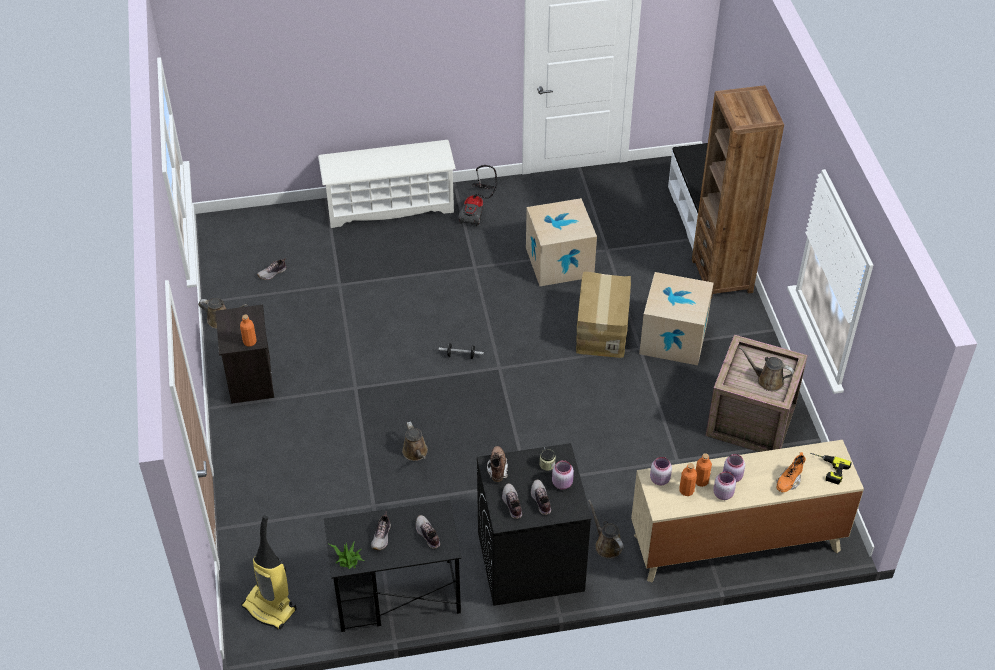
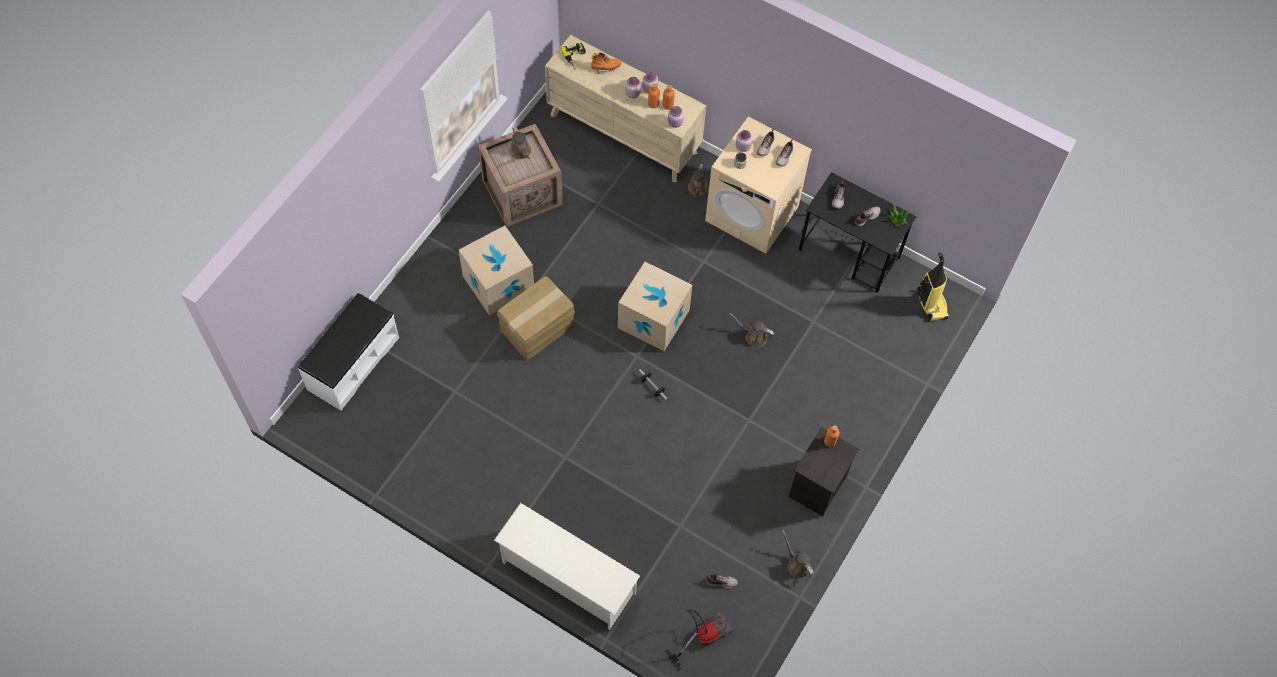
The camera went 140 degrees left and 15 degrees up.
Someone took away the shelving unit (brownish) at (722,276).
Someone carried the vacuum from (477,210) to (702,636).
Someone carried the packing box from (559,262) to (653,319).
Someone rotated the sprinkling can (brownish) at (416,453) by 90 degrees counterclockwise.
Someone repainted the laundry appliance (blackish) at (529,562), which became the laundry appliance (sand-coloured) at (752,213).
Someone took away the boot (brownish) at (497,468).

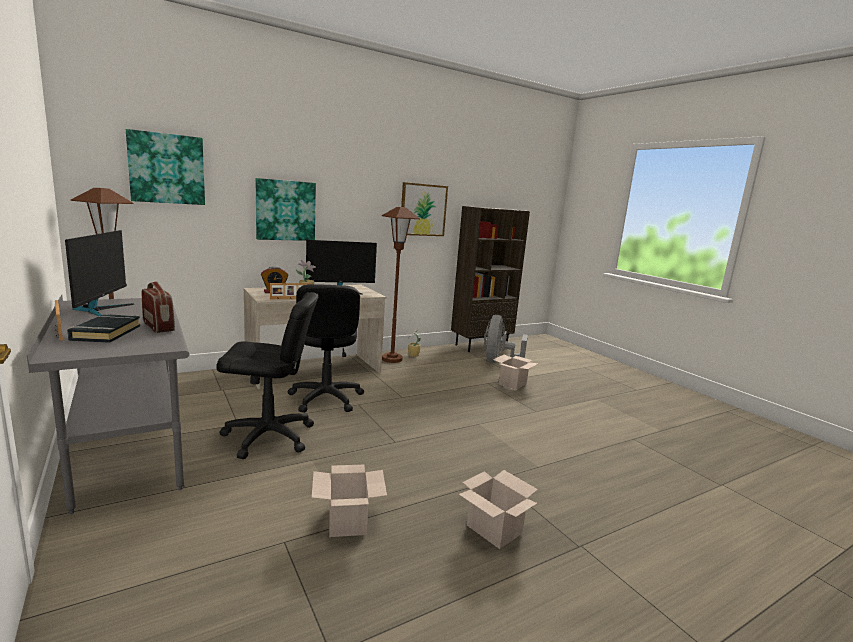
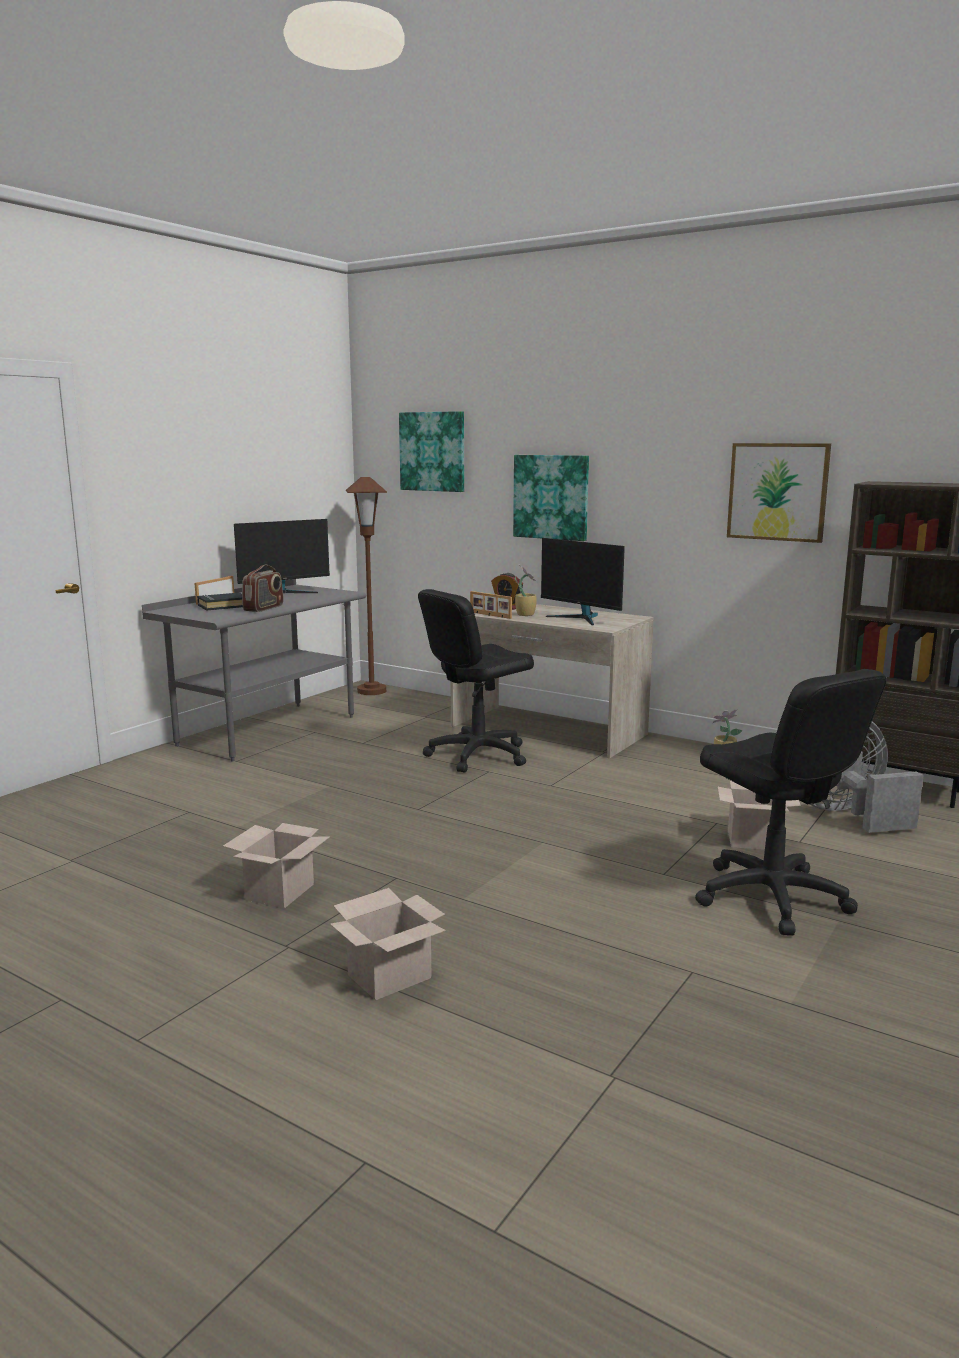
The camera went 65 degrees right and 0 degrees up.
Someone took away the standard lamp (brownish) at (392,359).
Someone carried the office chair (blackish) from (269,437) to (771,897).
Someone carried the packing box from (348,522) to (388,978).

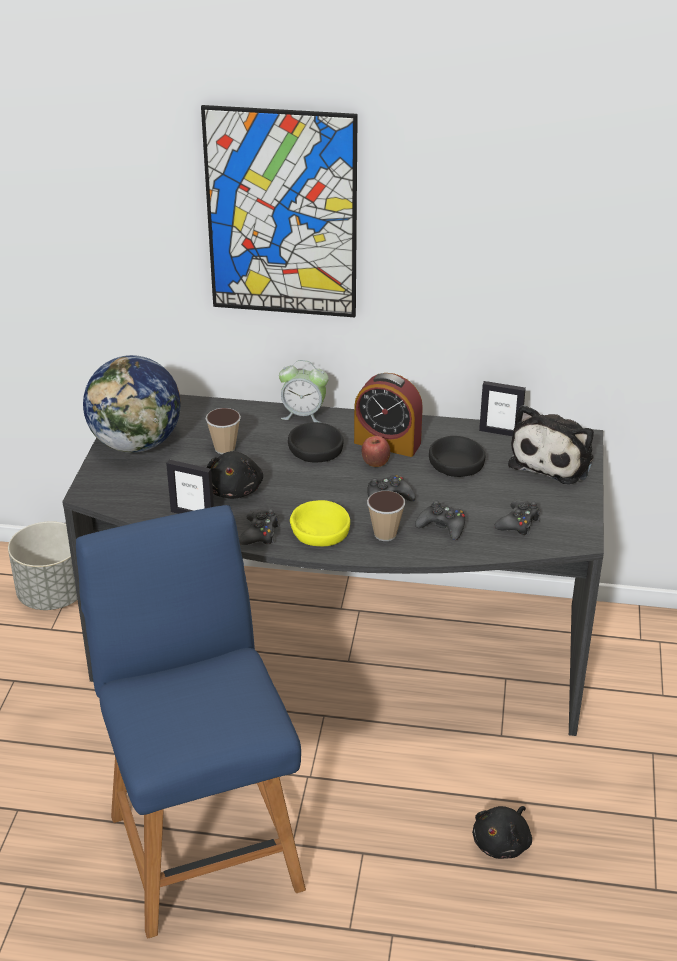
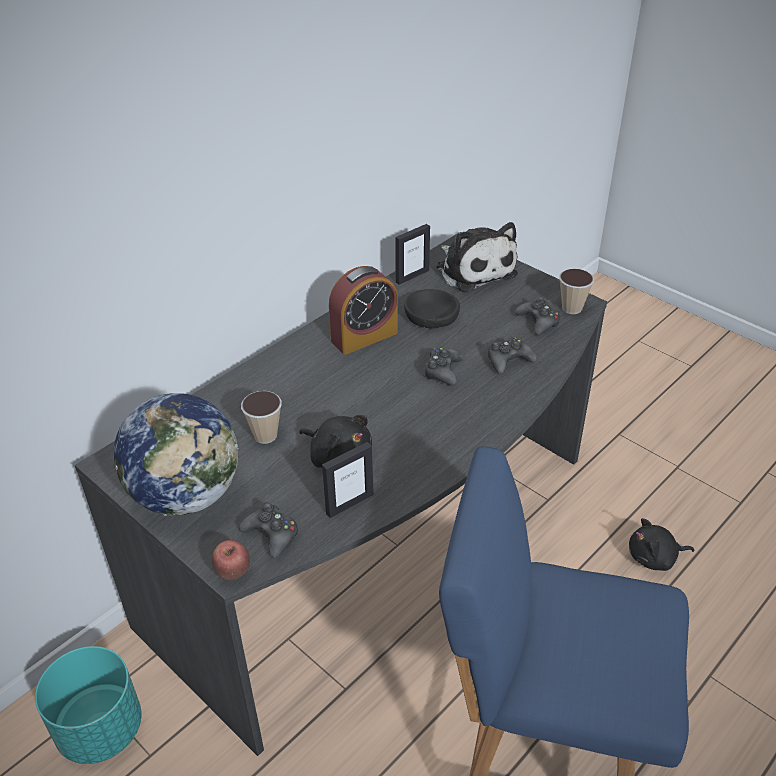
The camera went 55 degrees left and 5 degrees up.
Someone took away the wall art at (281,214).
Someone took away the table clock at (303,415).
Someone took away the deep dish (blackish) at (315,450).
Someone carried the apple from (375,464) to (233,573).
Someone carried the drinking cup from (385,534) to (572,308).
Someone took away the deep dish (yellow) at (320,531).
Someone carried the gamepad (blackish) from (260,533) to (272,534).
Someone repainted the flower pot (grey) at (53,594), which became the flower pot (blue-green) at (100,728).
Someone rotated the plush toy (blackish) at (503,843) by 105 degrees clockwise.

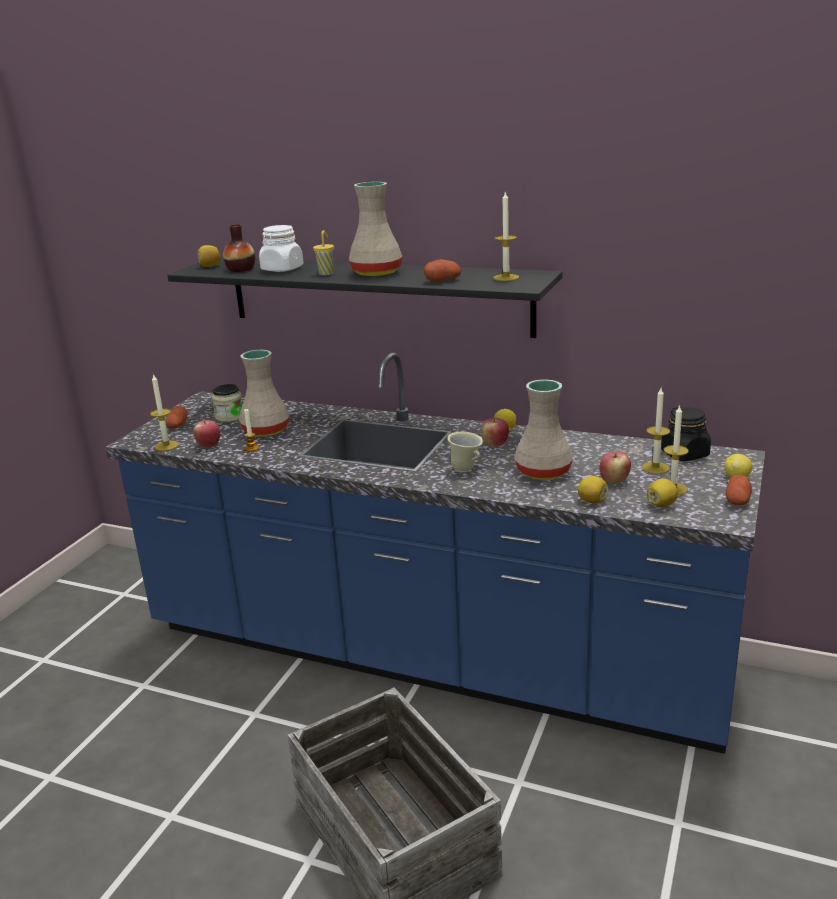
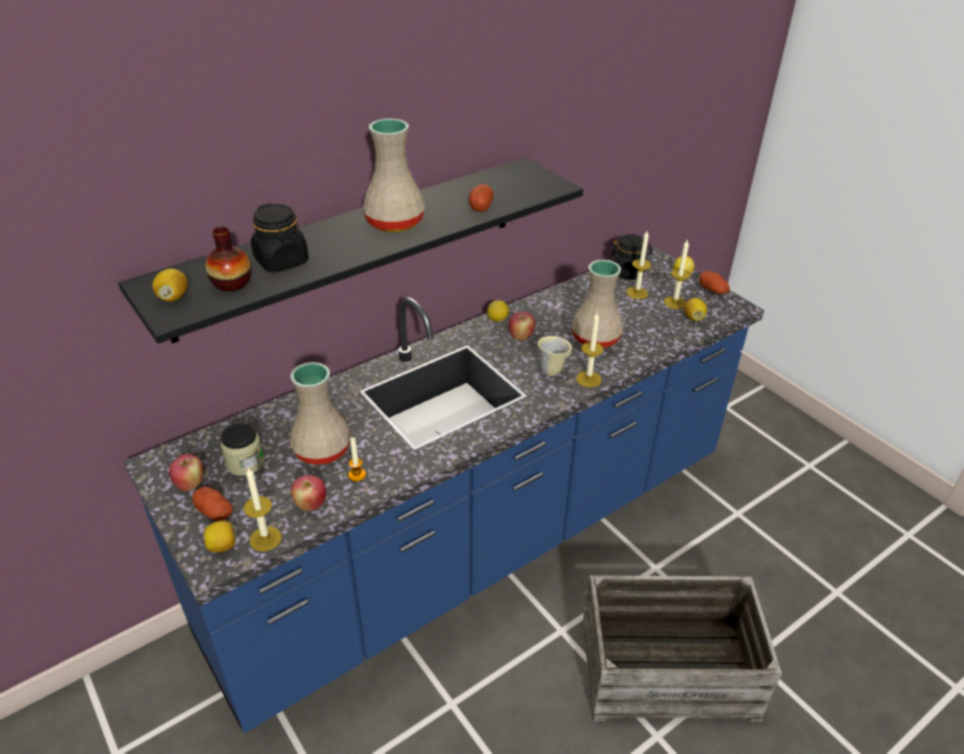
The camera went 60 degrees left and 15 degrees up.
Someone carried the candle from (506,277) to (588,379).
Someone repainted the storage jar (whitish) at (282,269), which became the storage jar (blackish) at (282,261).
Someone took away the drinking cup (yellow) at (326,273).
Someone carried the apple from (614,481) to (190,484).
Someone carried the citrus fruit from (592,501) to (222,546).

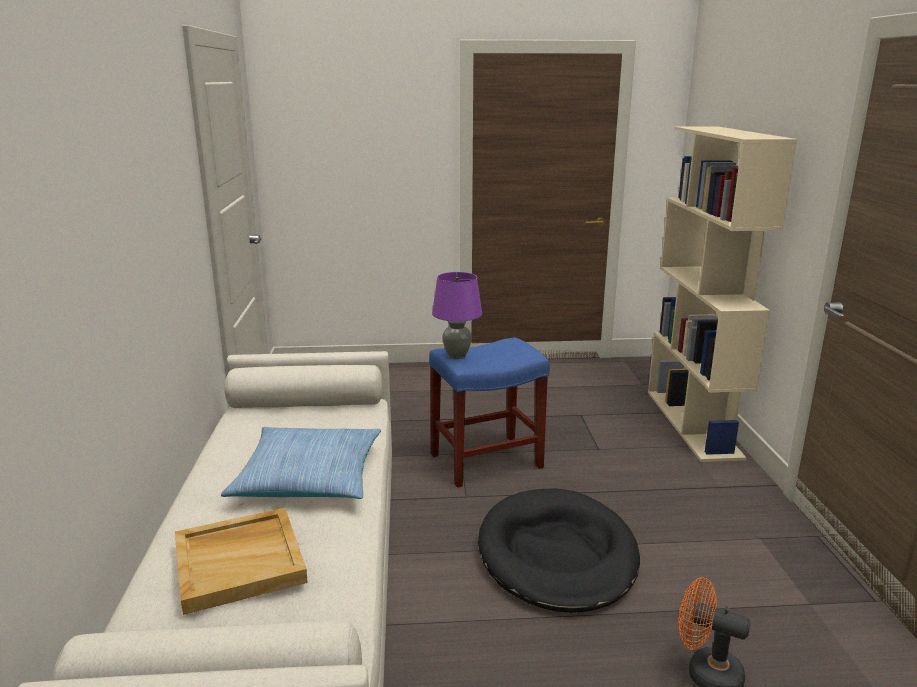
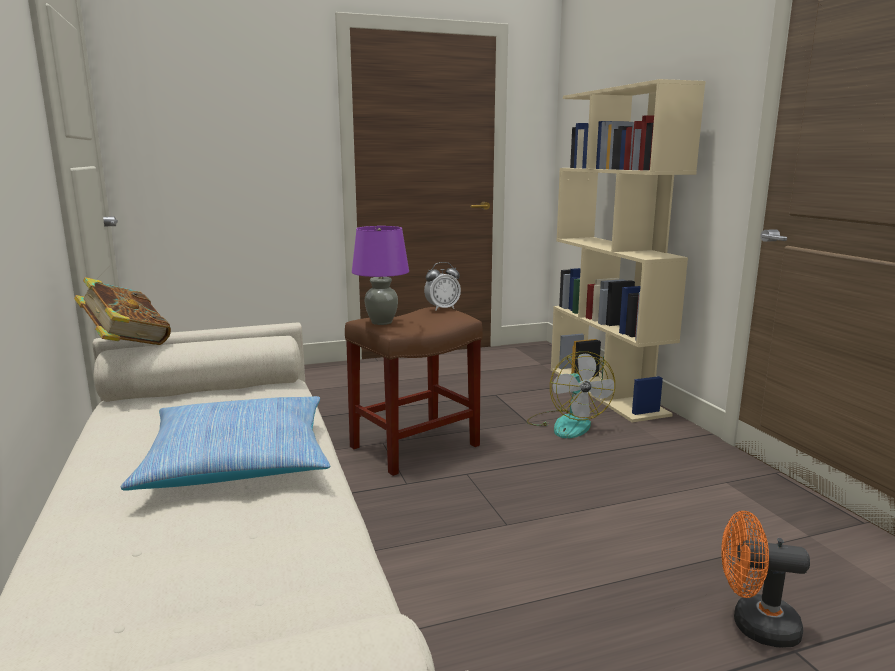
The camera went 15 degrees left and 5 degrees down.
Someone repainted the stool seat (blue) at (487,460), which became the stool seat (brownish) at (416,445).
Someone took away the pet bed (blackish) at (557,555).
Someone took away the carrying tray (sand-coloured) at (240,561).
Someone put down the table clock at (442,308).
Someone put down the book at (127,344).
Someone put down the electric fan at (567,424).

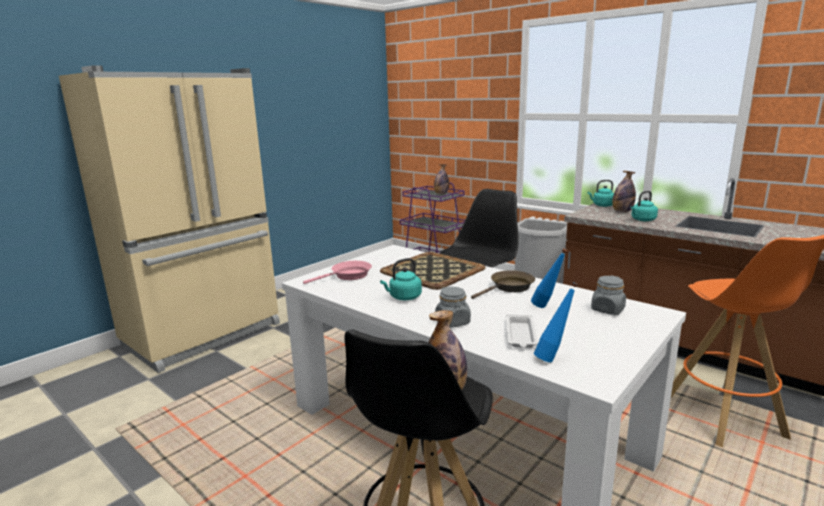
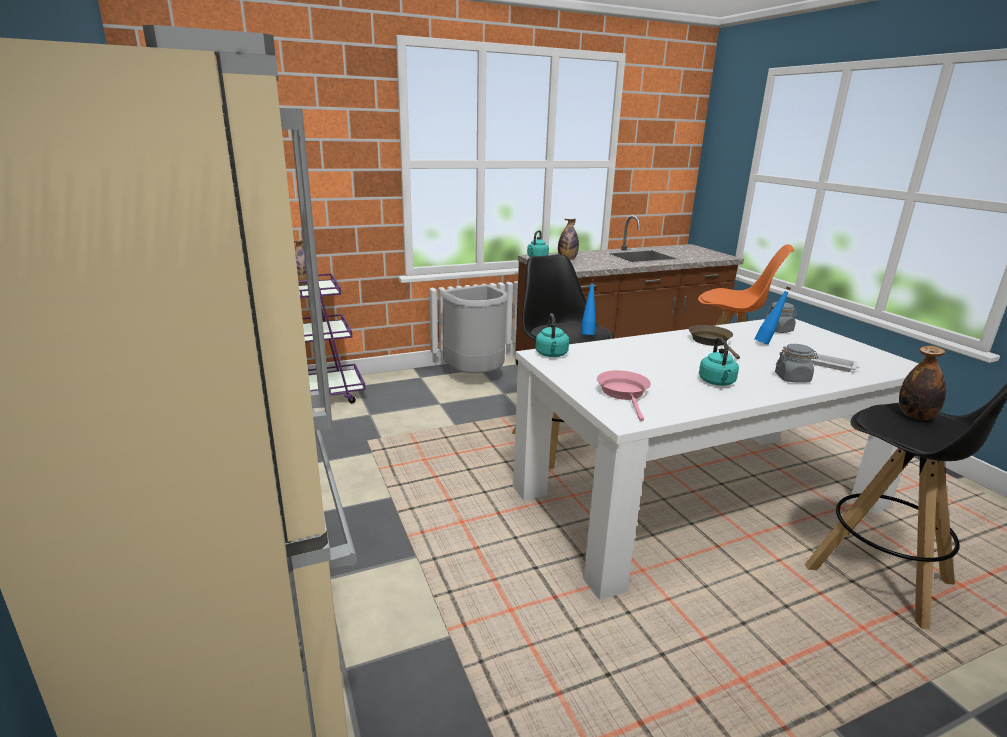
The camera went 65 degrees left and 5 degrees up.
Someone carried the kettle (blue-green) from (642,220) to (551,355).
Someone took away the carrying tray at (431,270).
Someone carried the drink bottle (blue) from (553,358) to (587,334).

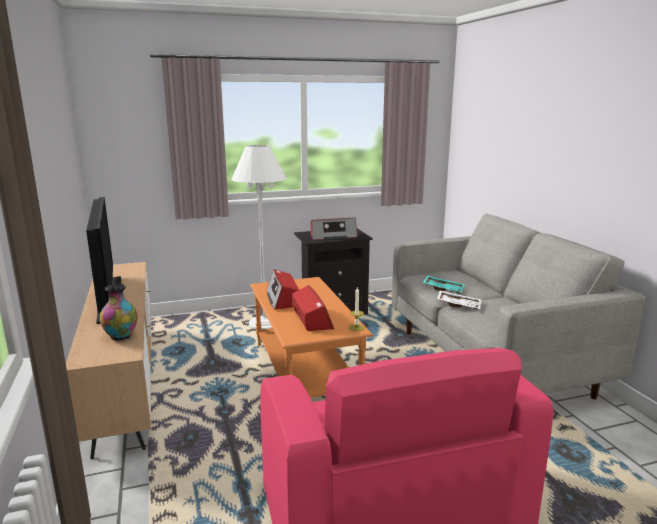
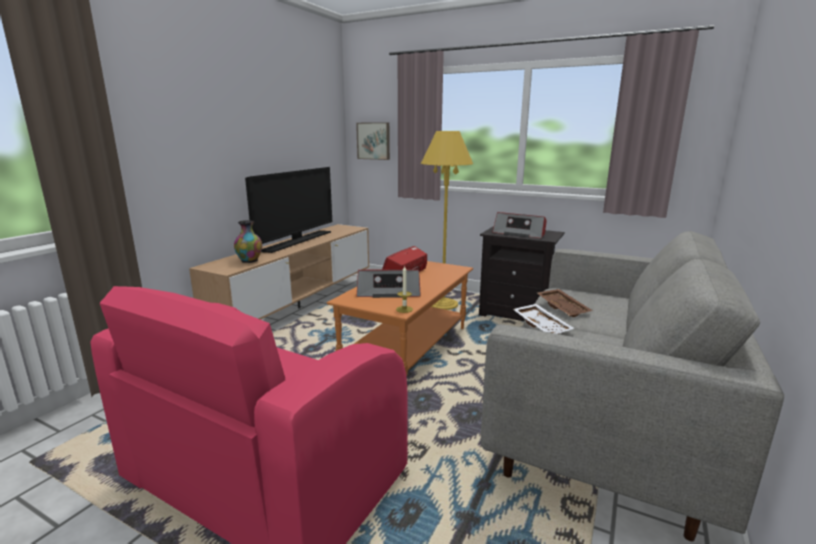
The camera went 45 degrees right and 0 degrees up.
Someone repainted the standard lamp (whitish) at (264,323), which became the standard lamp (yellow) at (442,304).
Someone repainted the carrying tray (blue-green) at (443,289), which became the carrying tray (brownish) at (563,308).
Someone rotated the radio at (311,319) by 60 degrees clockwise.
Someone put up the wall art at (374,141).

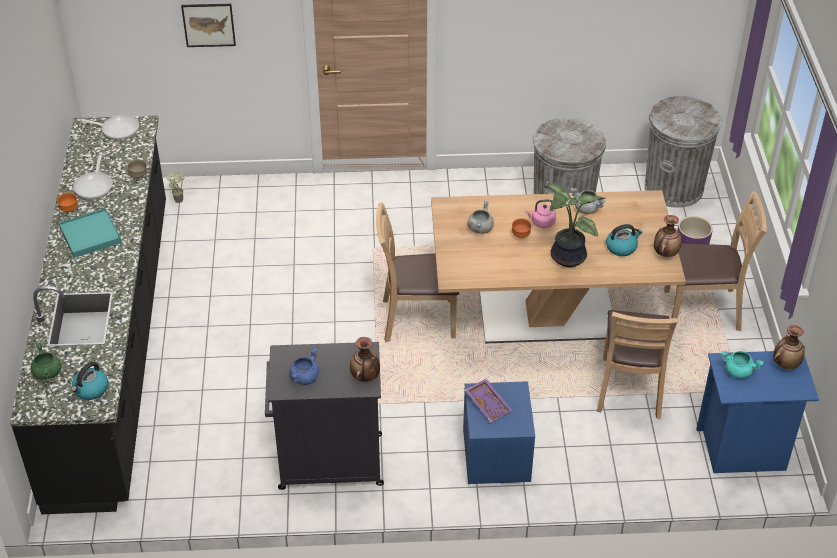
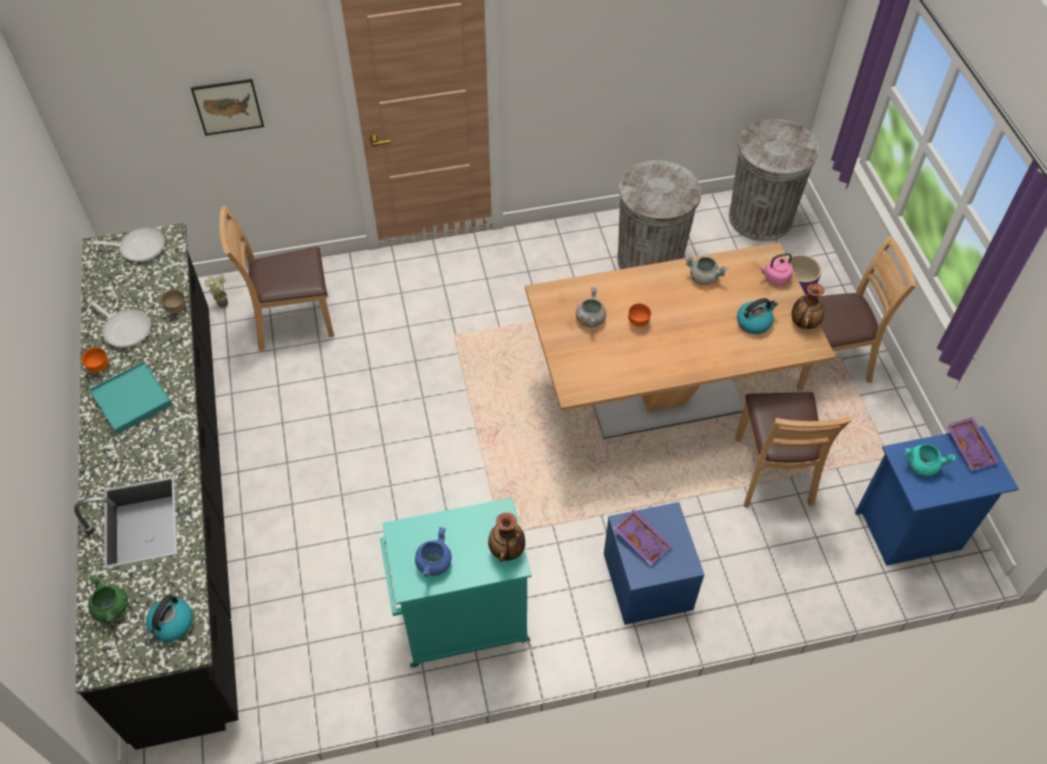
The camera went 10 degrees left and 10 degrees up.
Someone rotated the skillet at (95,185) by 45 degrees counterclockwise.
Someone took away the plant in a pot at (565,257).
Someone carried the kettle (pinkish) from (541,222) to (775,278).
Someone carried the upright chair (brownish) from (417,320) to (292,321).
Someone swapped the flower vase at (785,364) for the carrying tray (purple-coloured) at (970,447).
Someone repainted the storage cabinet (blackish) at (328,462), which became the storage cabinet (blue-green) at (460,621).

